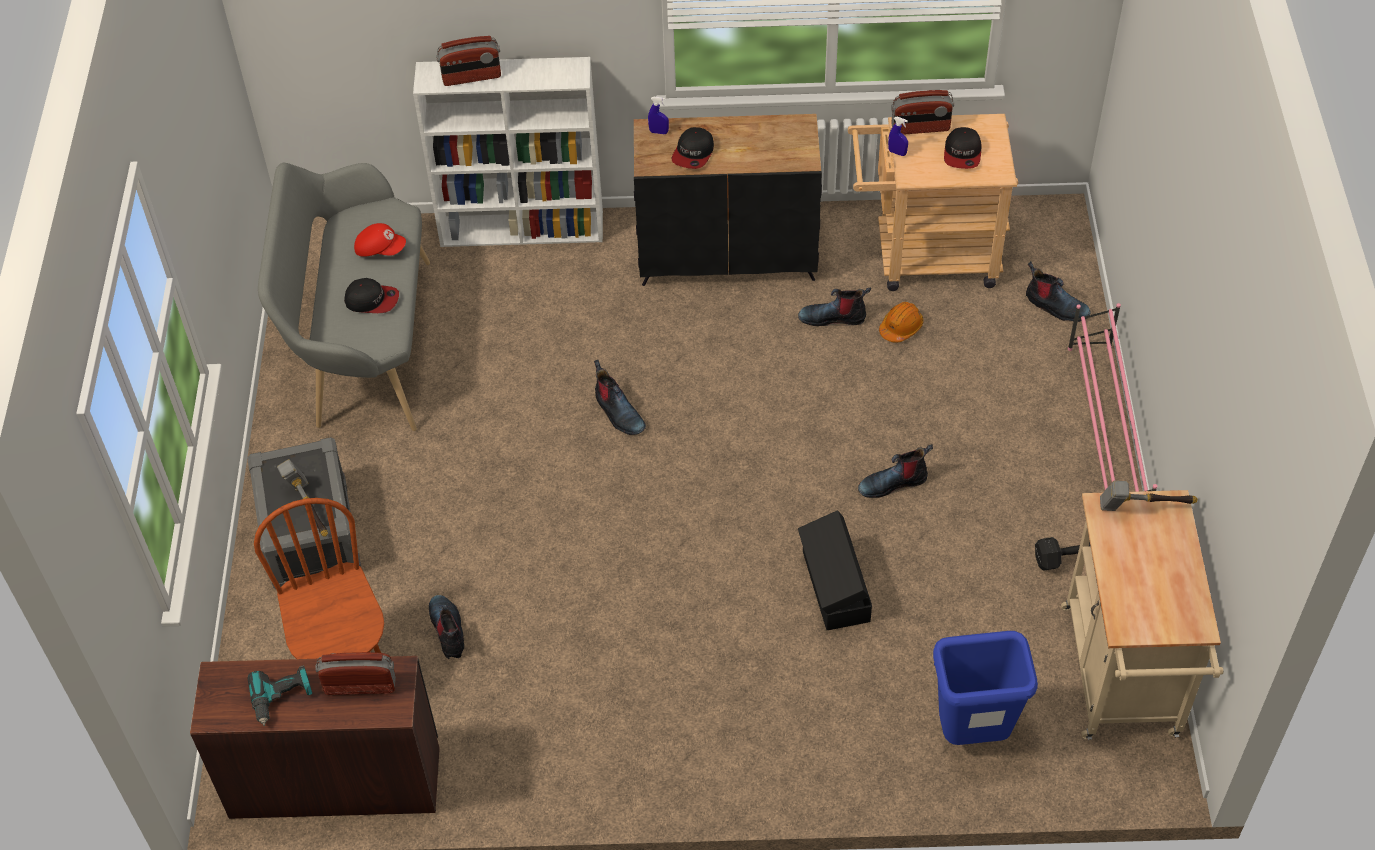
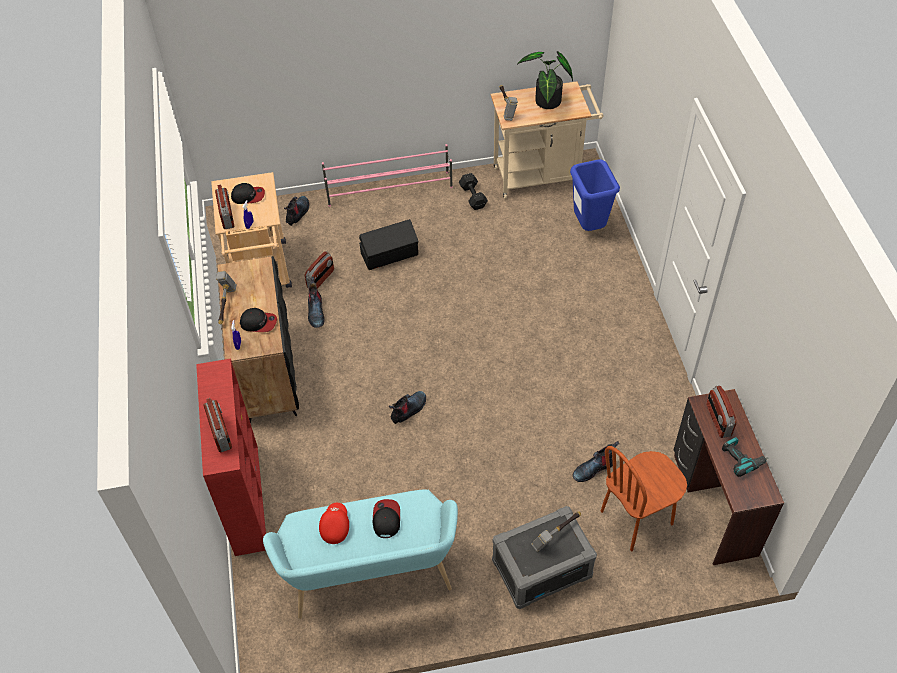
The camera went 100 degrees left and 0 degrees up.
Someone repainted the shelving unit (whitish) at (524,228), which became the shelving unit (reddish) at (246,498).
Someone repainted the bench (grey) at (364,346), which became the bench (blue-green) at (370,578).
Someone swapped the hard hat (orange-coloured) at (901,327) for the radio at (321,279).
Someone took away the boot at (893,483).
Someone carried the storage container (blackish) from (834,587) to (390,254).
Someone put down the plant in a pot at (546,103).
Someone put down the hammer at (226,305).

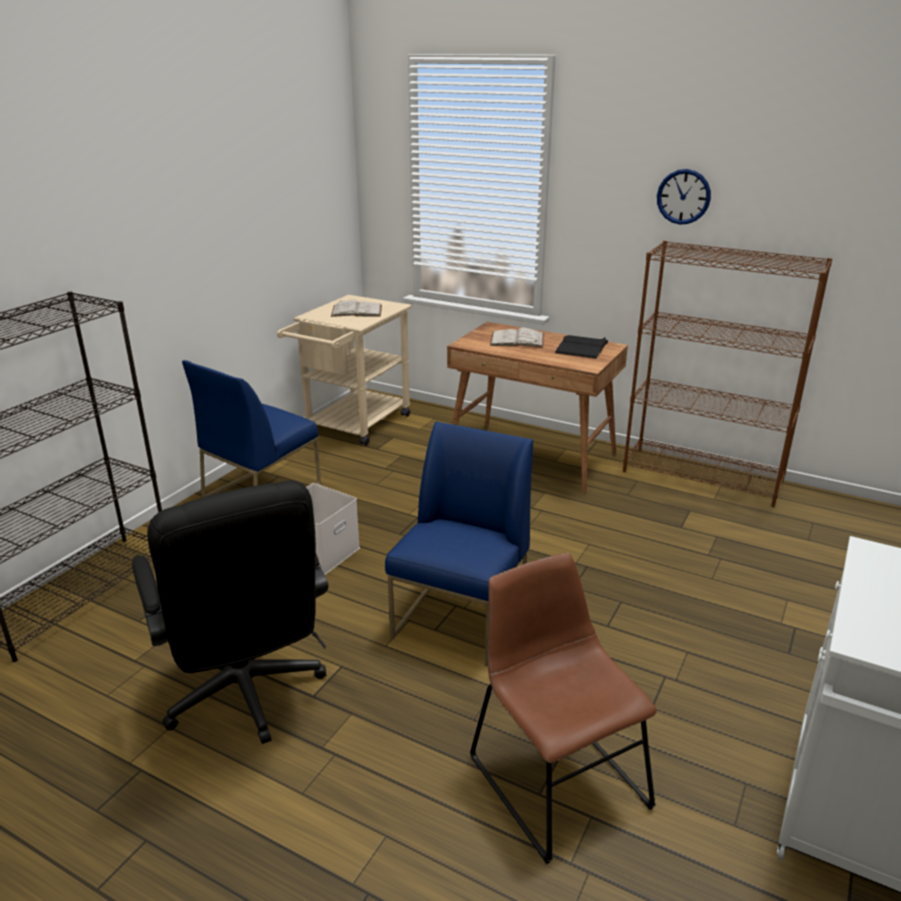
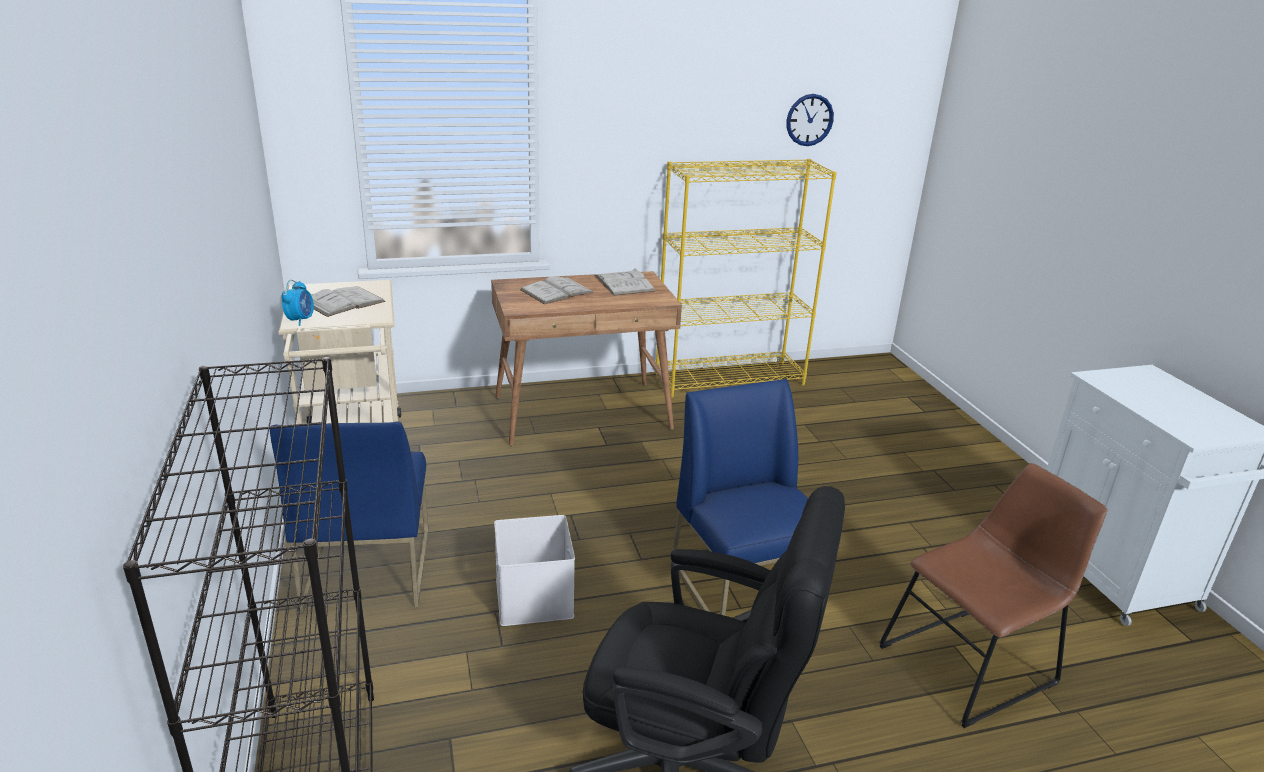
The camera went 45 degrees left and 0 degrees up.
Someone carried the wall clock from (683,196) to (809,120).
Someone repainted the shelving unit (brownish) at (703,476), which became the shelving unit (yellow) at (730,378).
Someone repainted the book (blackish) at (582,347), which became the book (whitish) at (624,283).
Someone rotated the upright chair (brownish) at (554,775) by 135 degrees clockwise.
Someone put down the table clock at (300,320).

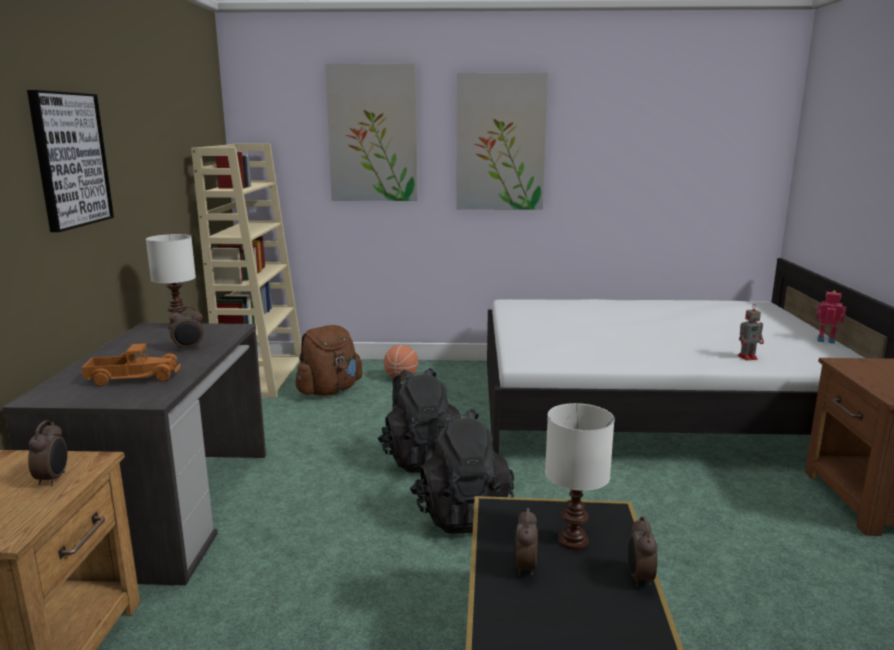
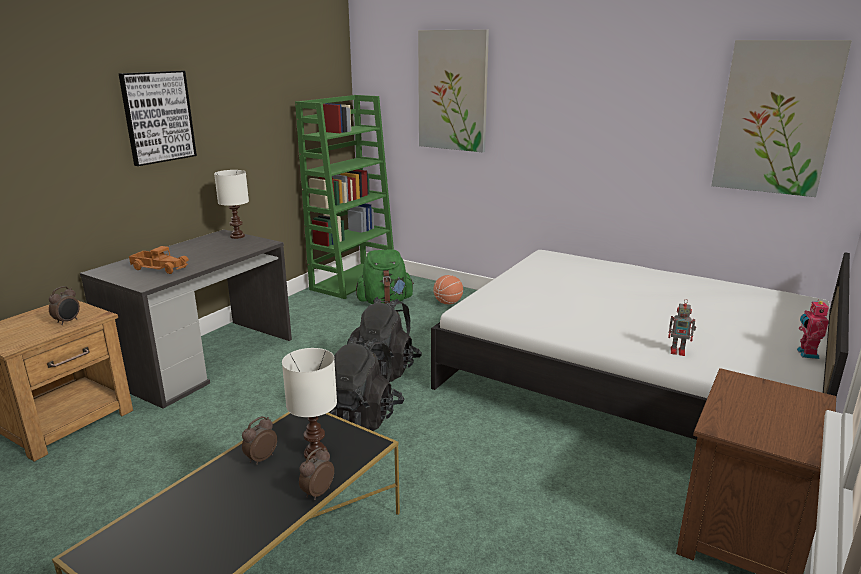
The camera went 30 degrees right and 5 degrees up.
Someone carried the wall art from (500,142) to (776,118).
Someone repainted the shelving unit (sand-coloured) at (262,376), which became the shelving unit (green) at (354,280).
Someone rotated the model robot at (826,340) by 135 degrees counterclockwise.
Someone took away the table clock at (189,348).
Someone repainted the rucksack (brownish) at (329,391), which became the rucksack (green) at (385,302).

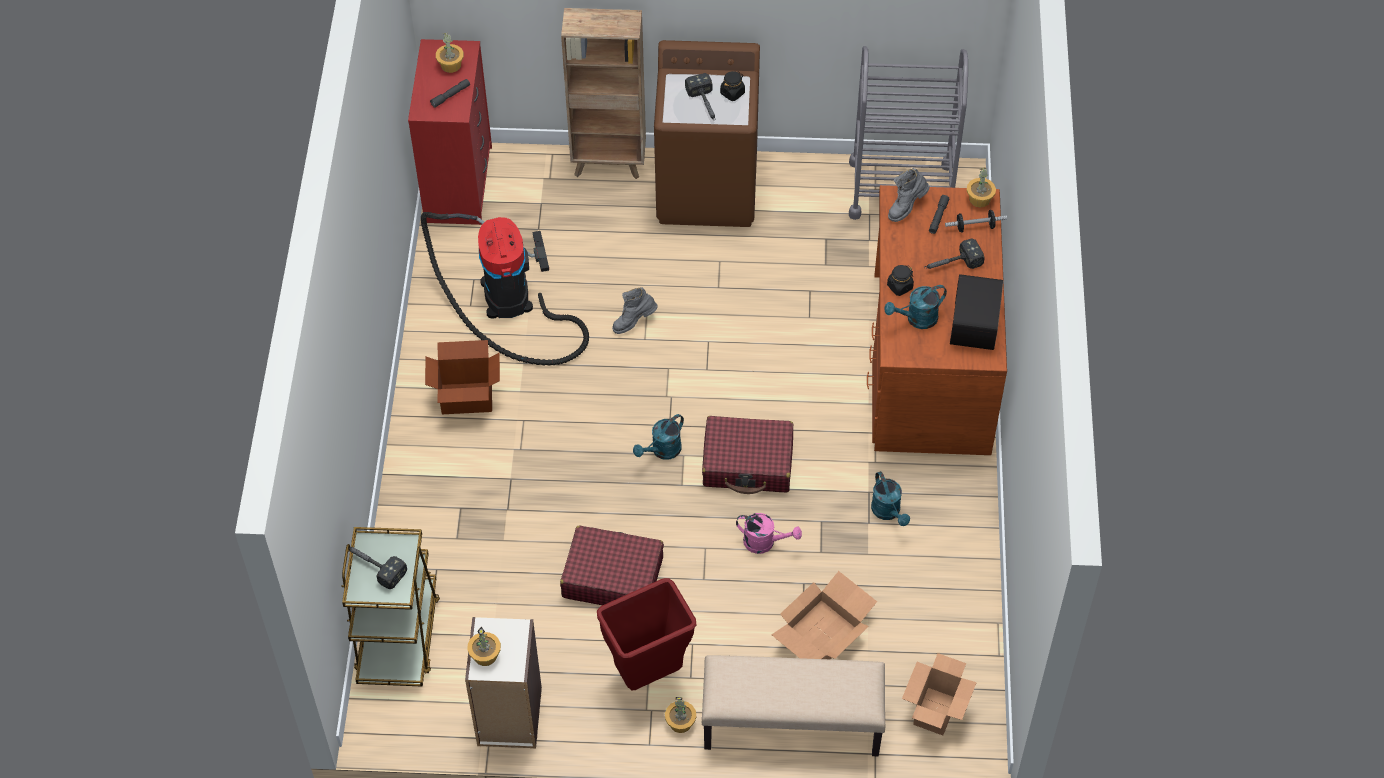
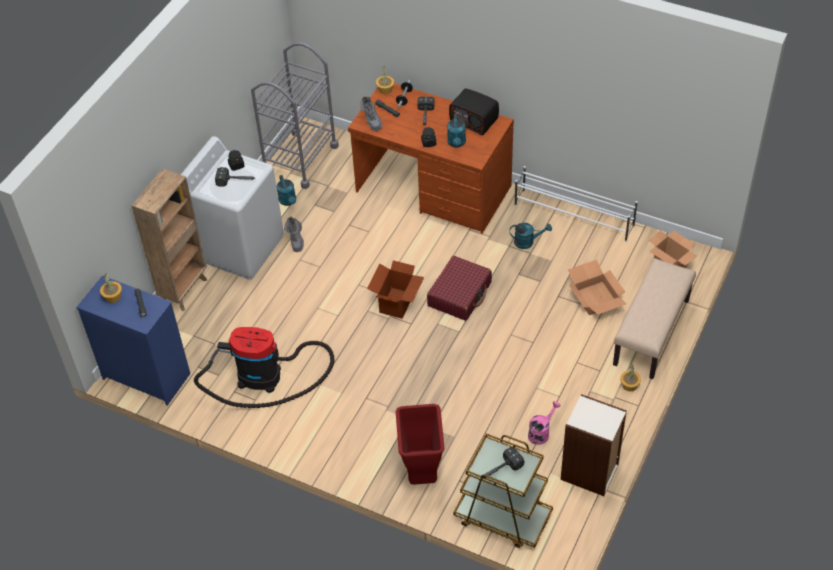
The camera went 65 degrees left and 5 degrees down.
Someone repainted the dresser (reddish) at (459,184), which became the dresser (blue) at (147,376).
Someone repainted the laundry appliance (brownish) at (708,189), which became the laundry appliance (whitish) at (239,247).
Someone carried the boot (grey) from (634,322) to (296,241).
Someone carried the packing box from (467,399) to (397,303).
Someone carried the sprinkling can (blue-green) from (662,451) to (288,201).
Someone carried the sprinkling can (pinkish) from (765,542) to (541,432).
Someone took away the suitcase (reddish) at (612,577).
Someone carried the trash can (reddish) from (649,673) to (421,473).
Someone took away the plant in a pot at (485,655).
Someone put down the shoe rack (whitish) at (574,216).

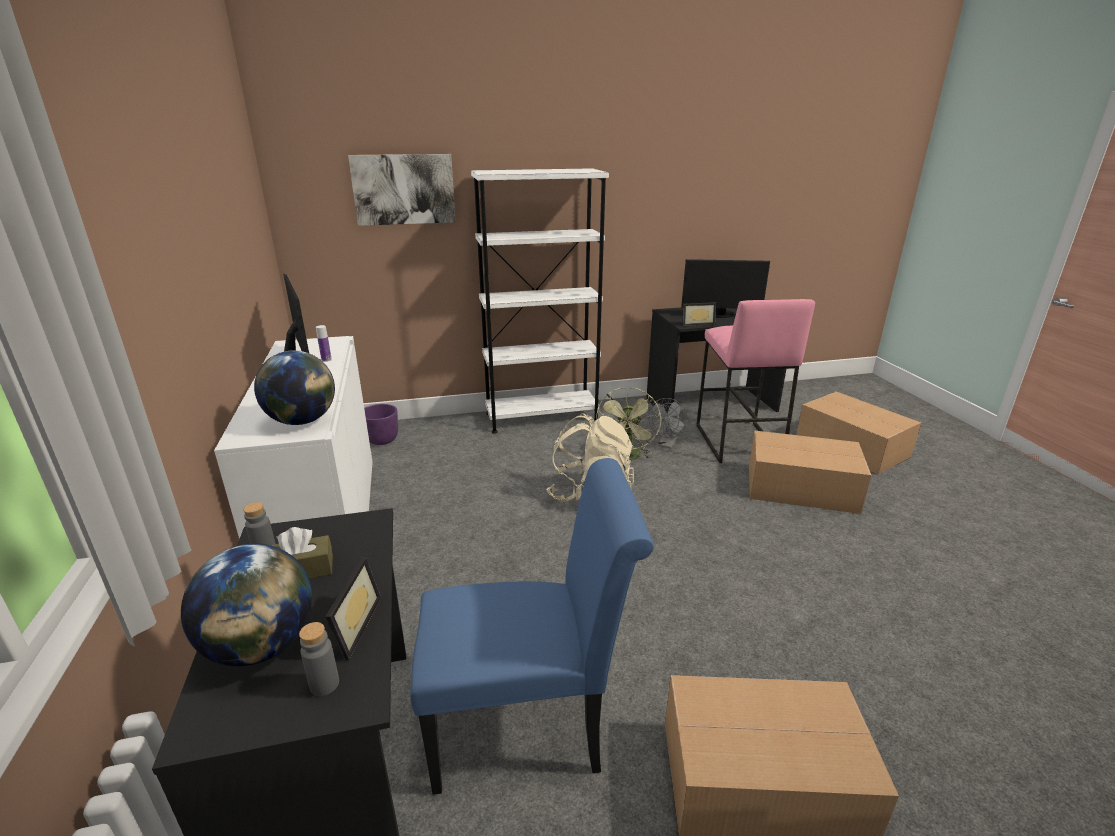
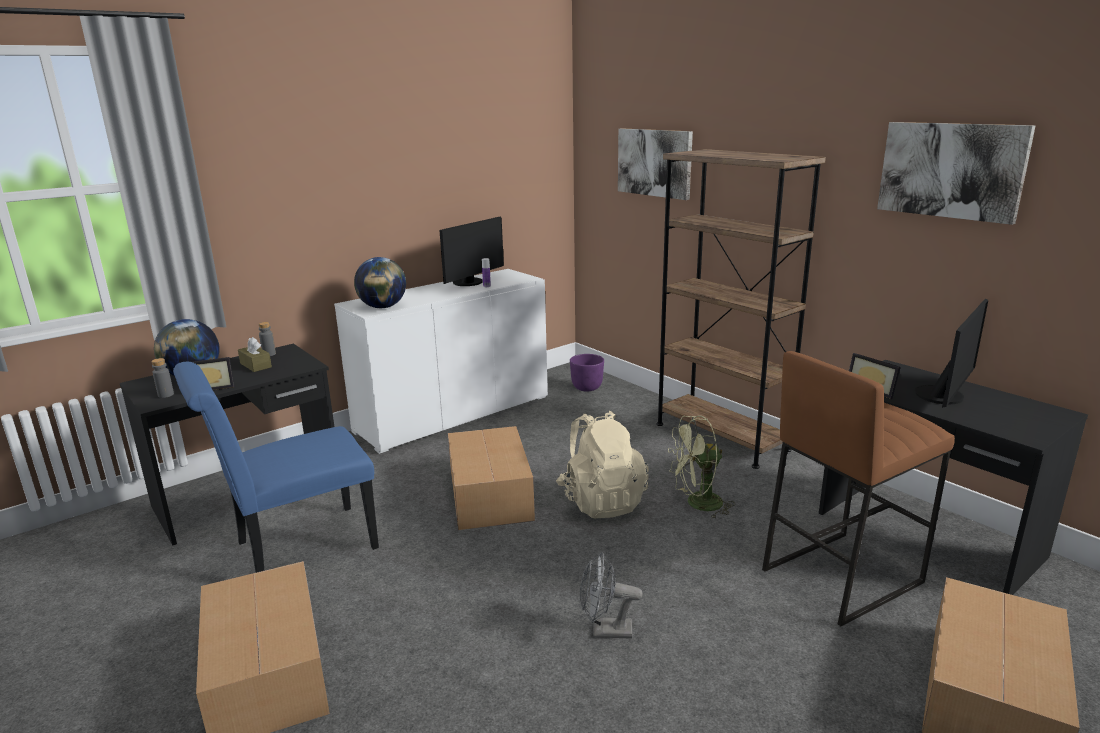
The camera went 65 degrees right and 5 degrees down.
Someone repainted the shelving unit (whitish) at (541,417), which became the shelving unit (brownish) at (721,436).
Someone rotated the computer display at (720,315) by 120 degrees counterclockwise.
Someone repainted the stool seat (pinkish) at (737,442), which became the stool seat (brownish) at (840,575).
Someone carried the electric fan (grey) from (667,444) to (605,631).
Someone carried the packing box from (799,487) to (491,494).
Someone rotated the upright chair (blue) at (528,723) by 90 degrees clockwise.
Someone put up the wall art at (951,170).

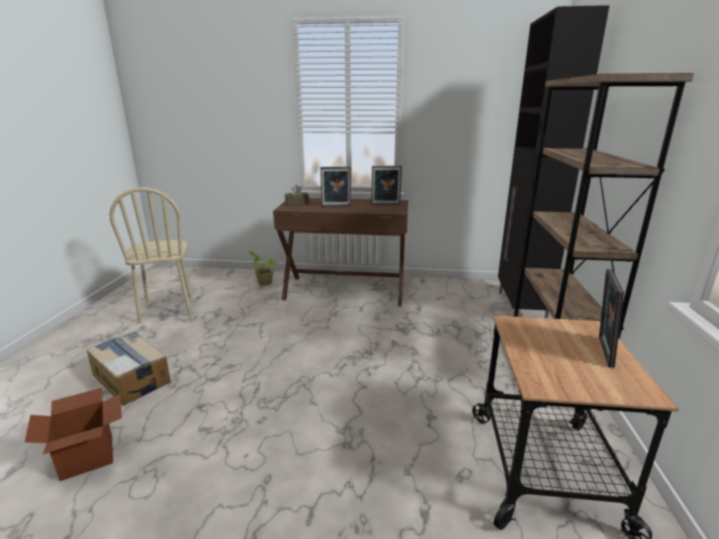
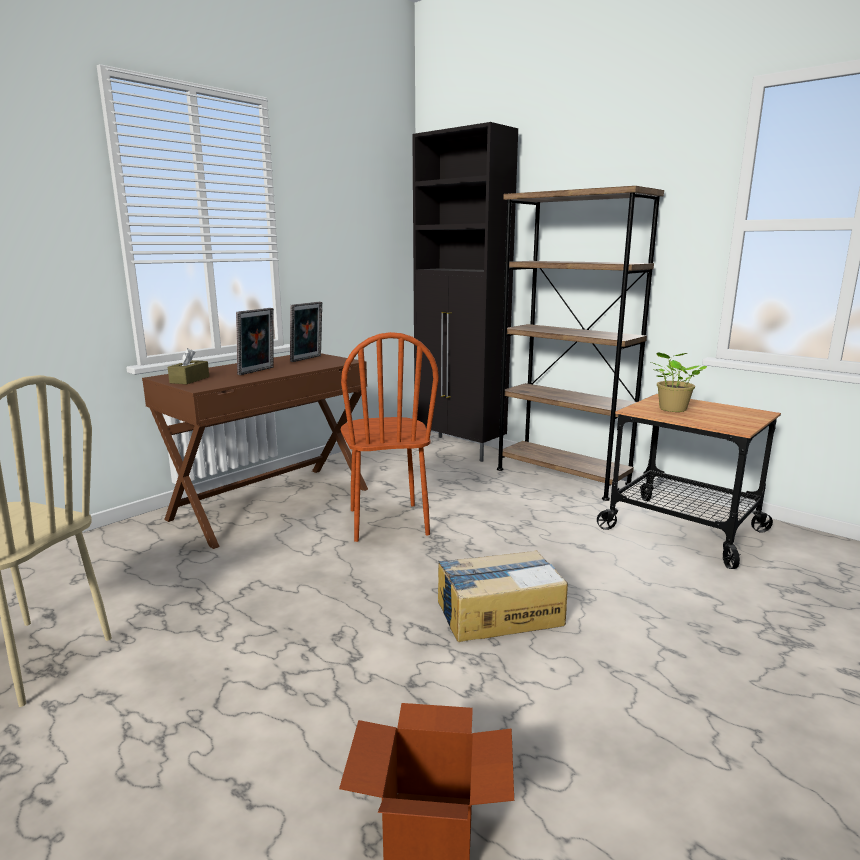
The camera went 55 degrees left and 5 degrees down.
Someone carried the plant in a pot from (263,283) to (671,409).
Someone took away the picture frame at (601,351).
Someone carried the packing box from (132,378) to (498,613).
Someone put down the upright chair (brownish) at (387,522).

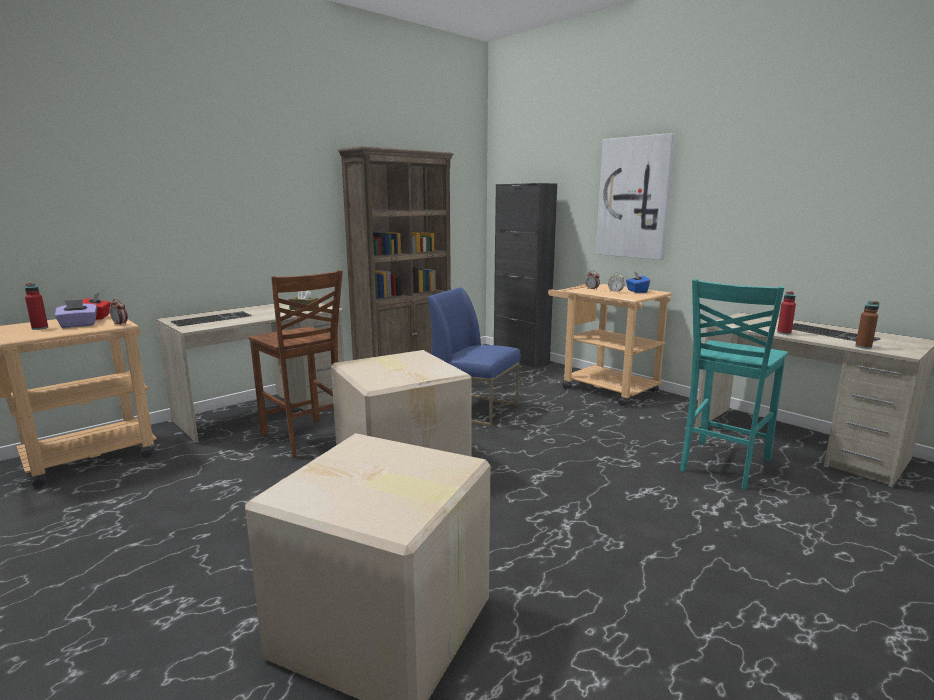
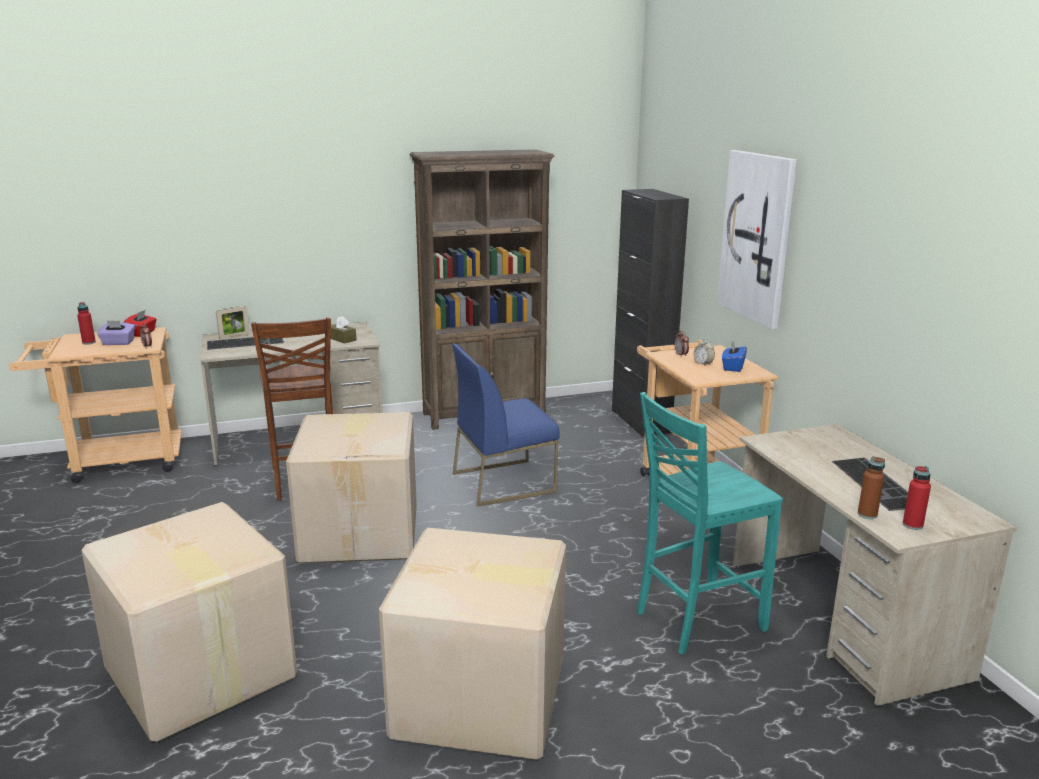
The camera went 25 degrees right and 5 degrees up.
Someone rotated the upright chair (blue) at (475,409) by 75 degrees counterclockwise.
Someone carried the drink bottle (reddish) from (784,333) to (912,525).
Someone put down the picture frame at (234,337).
Someone put down the packing box at (482,700).

